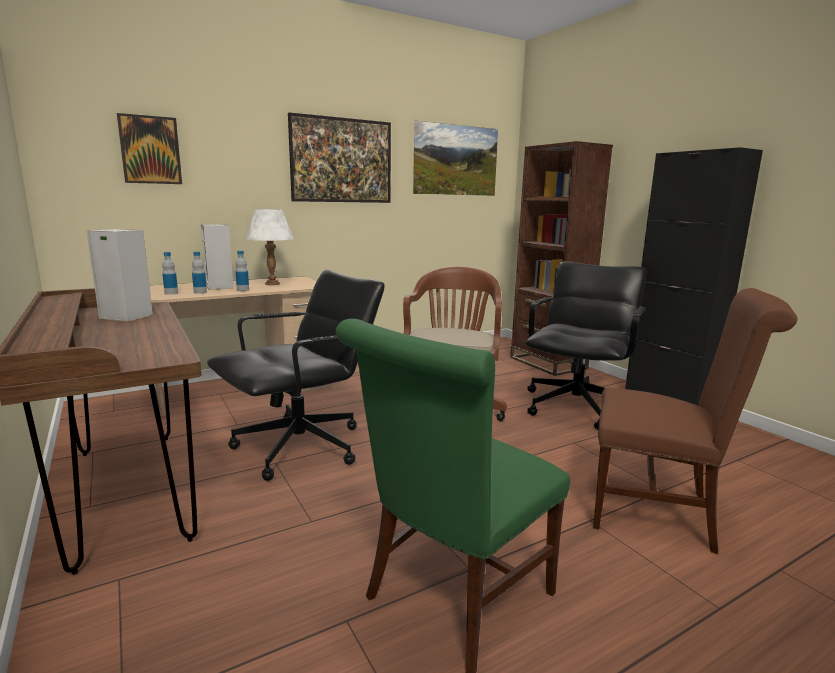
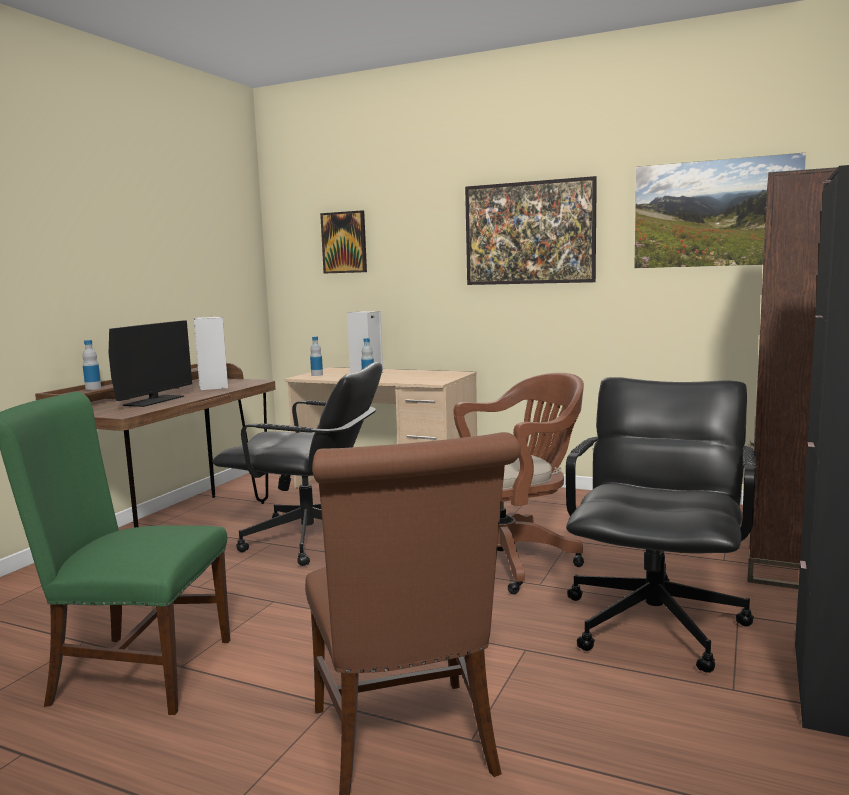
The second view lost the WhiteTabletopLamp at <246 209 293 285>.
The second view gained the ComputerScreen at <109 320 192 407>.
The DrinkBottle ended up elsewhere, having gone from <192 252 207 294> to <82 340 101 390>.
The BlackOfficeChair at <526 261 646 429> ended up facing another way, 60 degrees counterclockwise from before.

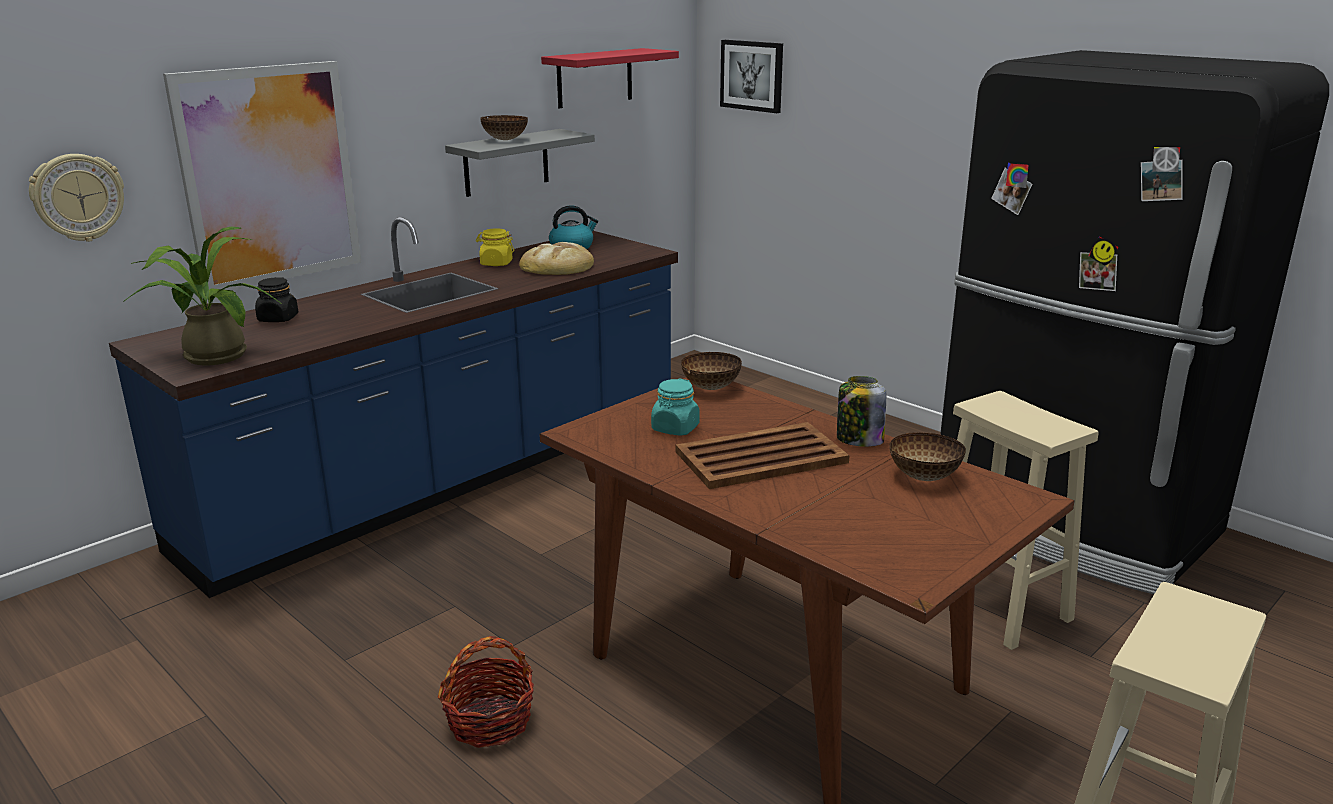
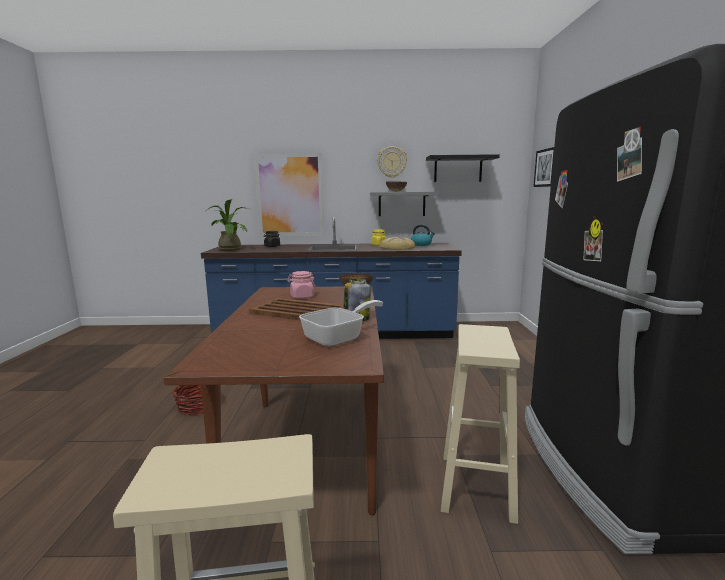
The WallClock ended up elsewhere, having gone from <29 154 124 242> to <377 146 407 178>.
Where the DeepDish stood at <889 432 966 481>, the FryingPan came to stand at <299 300 383 347>.
What was the RedBracketShelf at <541 48 679 108> turned into the BlackBracketShelf at <426 154 500 182>.
What was the TurquoiseJar at <651 379 700 436> turned into the PinkJar at <287 271 315 298>.

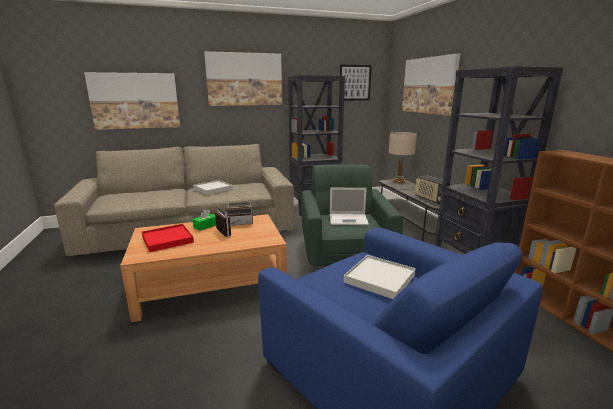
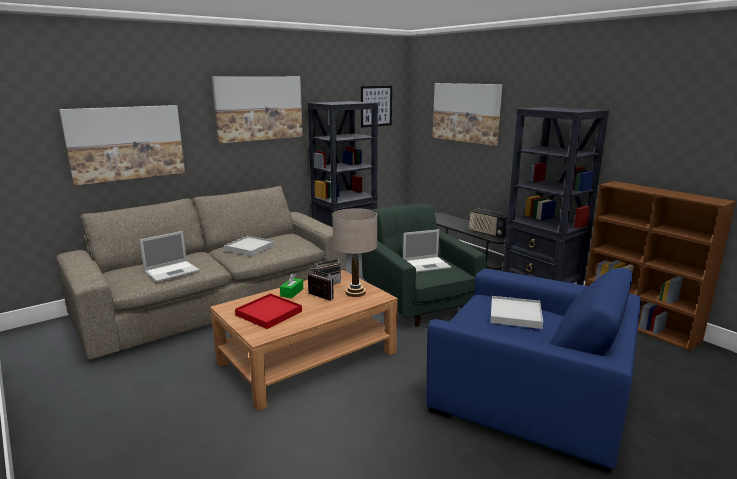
The second view gained the Laptop at <139 231 200 282>.
The BeigeTabletopLamp ended up elsewhere, having gone from <389 132 417 183> to <332 208 377 297>.

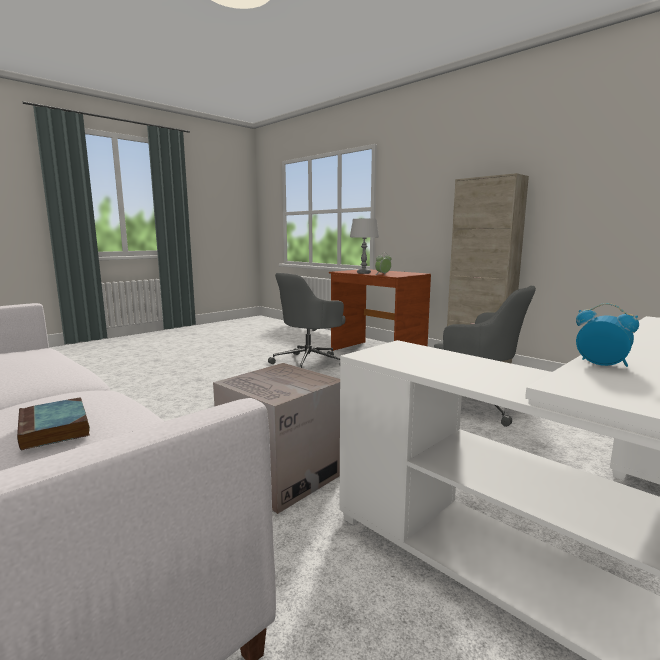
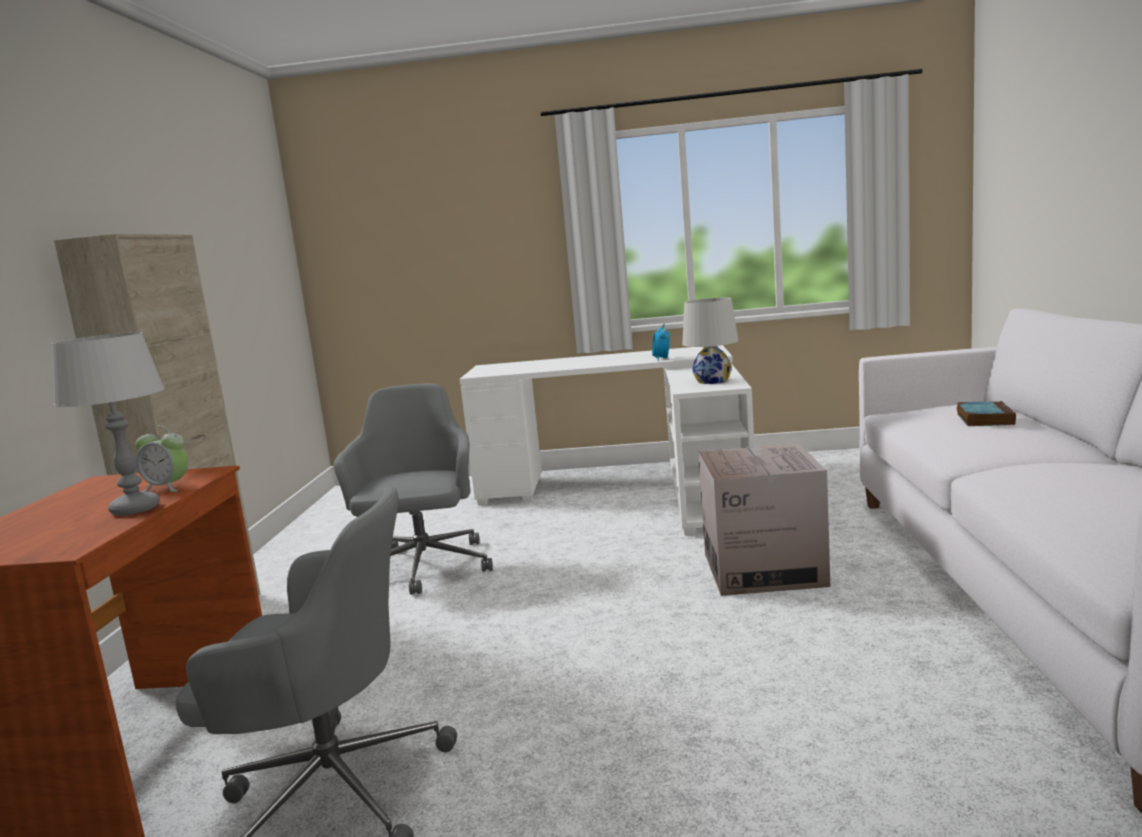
The second view gained the WhiteTabletopLamp at <682 298 739 384>.

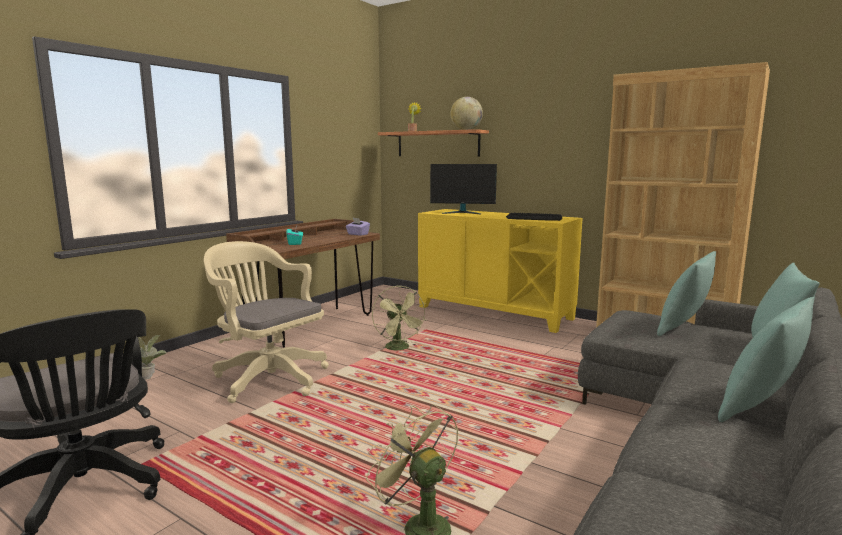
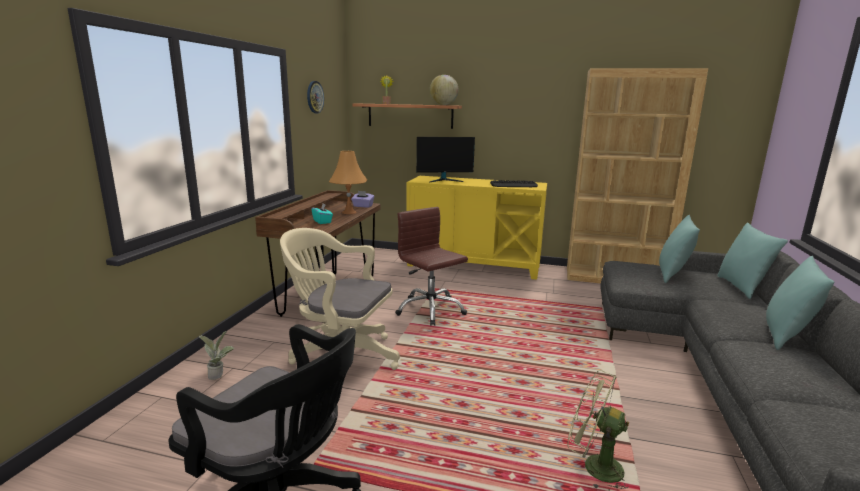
The second view gained the WallClock at <307 81 324 113>.
The second view gained the OrangeyTabletopLamp at <329 151 367 214>.
Where the GreenFan stood at <372 286 426 350>, the BrownColouredOfficeChair came to stand at <395 207 468 326>.

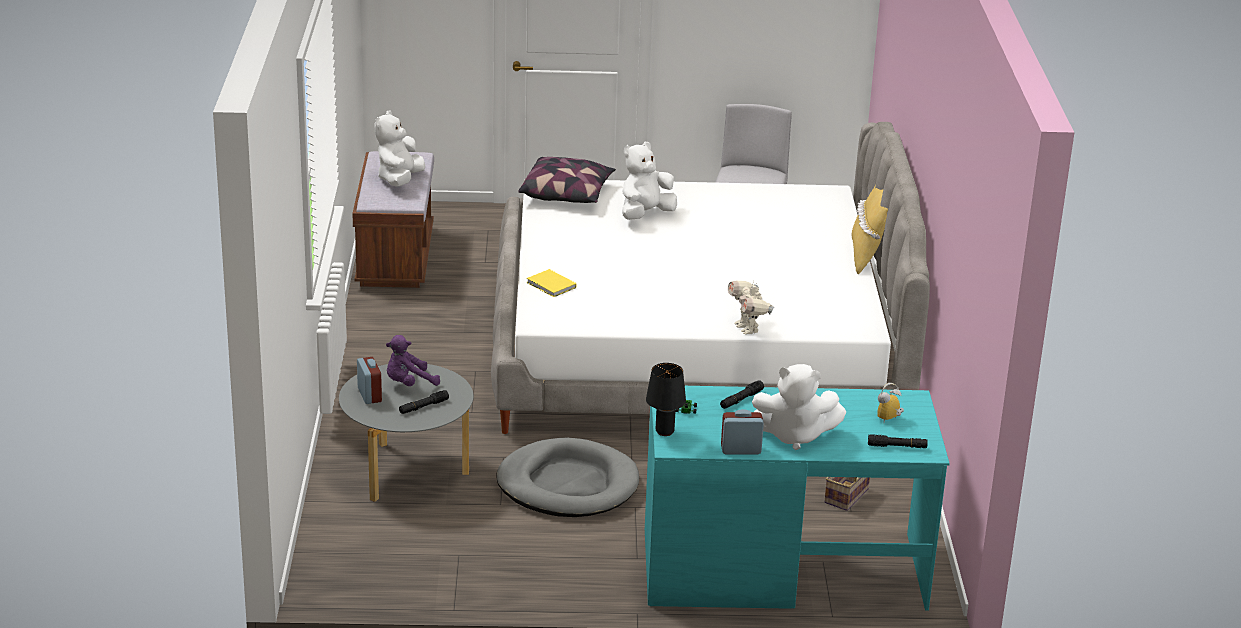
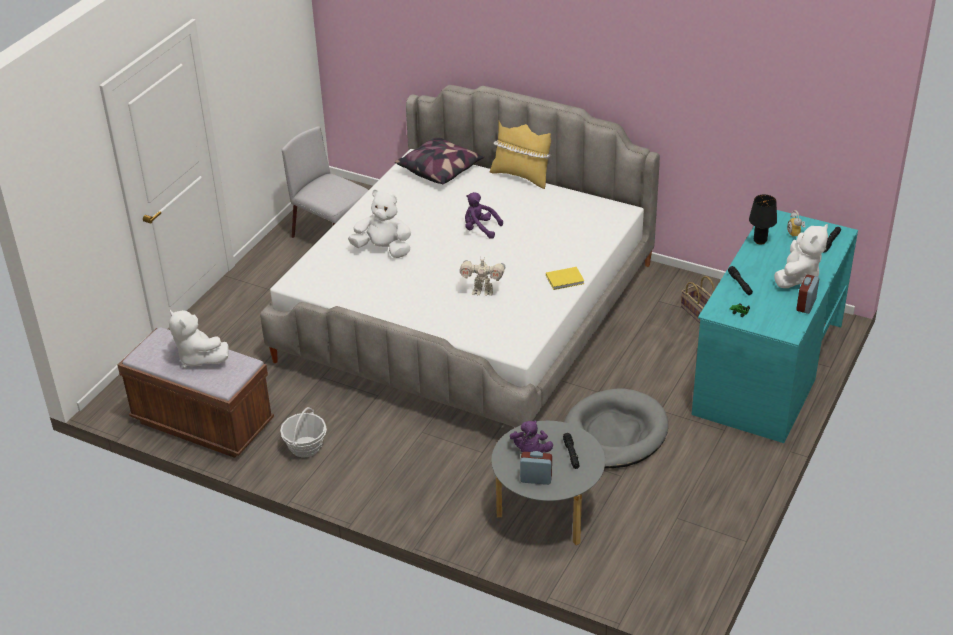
The second view gained the Basket at <280 407 327 458>.
The second view gained the PurpleCuddlyToy at <465 192 503 239>.
The Cushion ended up elsewhere, having gone from <518 157 616 203> to <395 138 484 184>.
The YellowColouredBook ended up elsewhere, having gone from <527 269 576 297> to <546 267 584 290>.
The BlackTabletopLamp ended up elsewhere, having gone from <646 363 686 436> to <749 195 777 244>.
The ModelRobot ended up elsewhere, having gone from <728 281 774 335> to <460 256 505 296>.
The WhiteCuddlyToy at <622 142 677 220> ended up facing another way, 120 degrees clockwise from before.

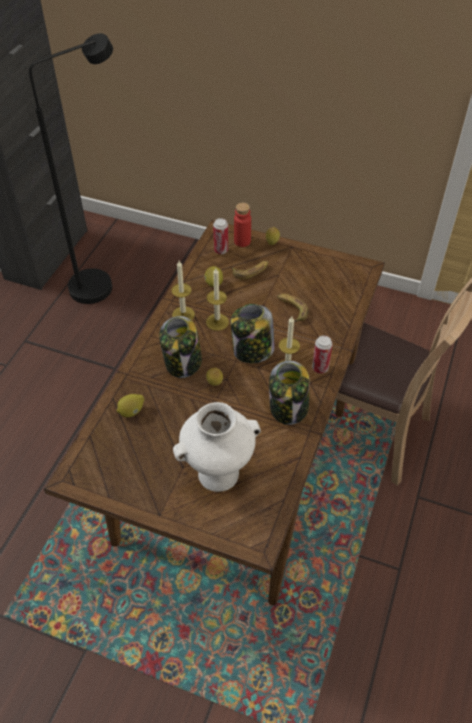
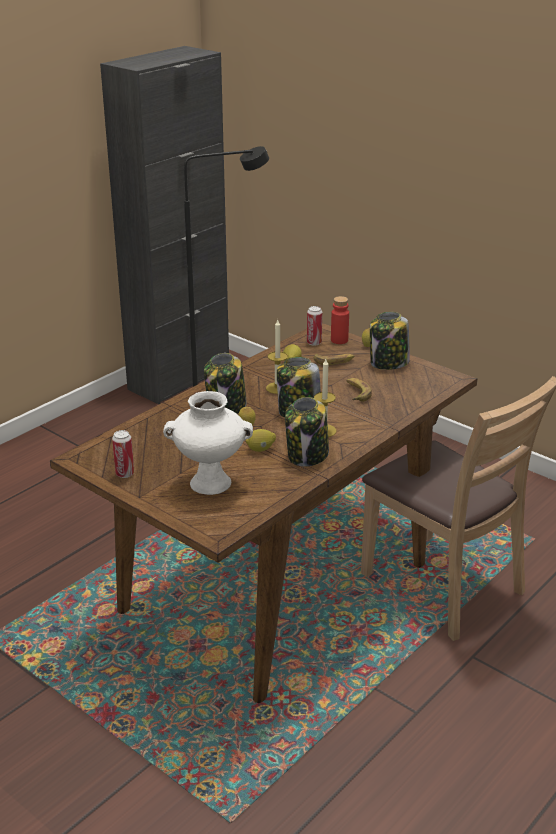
The second view lost the Candle at <172 261 195 320>.
The second view gained the Jar at <370 312 410 370>.
The Lemon ended up elsewhere, having gone from <117 394 144 417> to <246 429 276 452>.
The MetalCan ended up elsewhere, having gone from <312 335 333 374> to <112 430 134 478>.

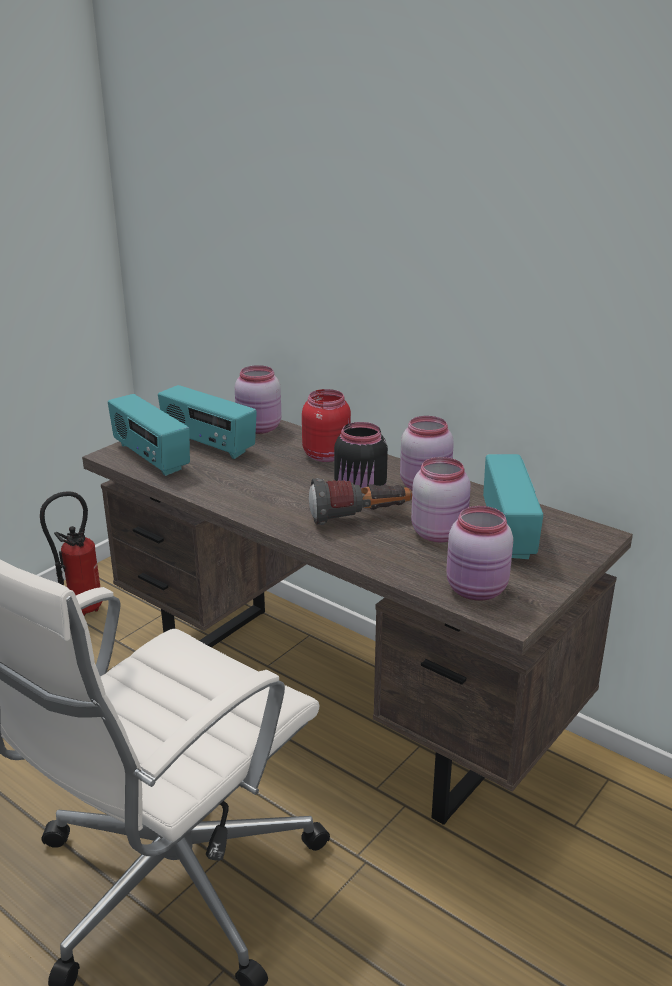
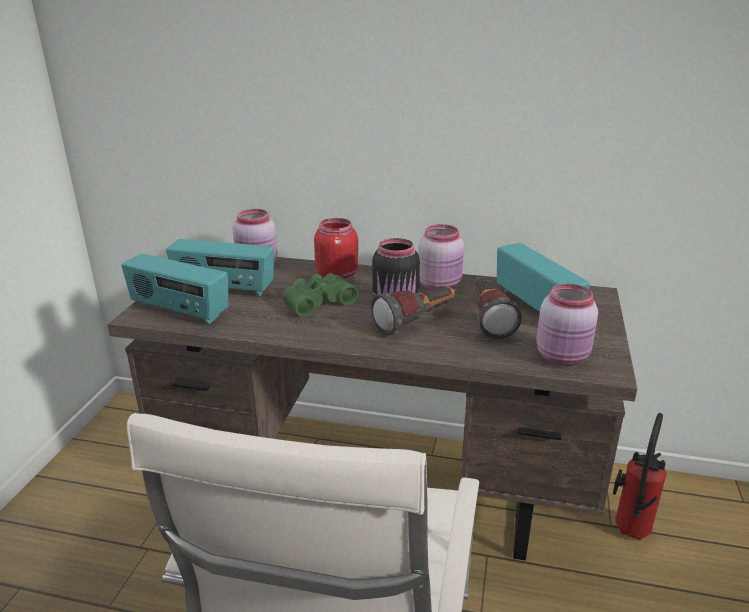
The second view gained the GreenPairOfBinoculars at <283 273 359 318>.
The FireFightingCylinder ended up elsewhere, having gone from <40 491 102 616> to <613 413 666 540>.
Where the PinkJar stood at <411 457 471 542>, the Flashlight came to stand at <476 277 522 339>.

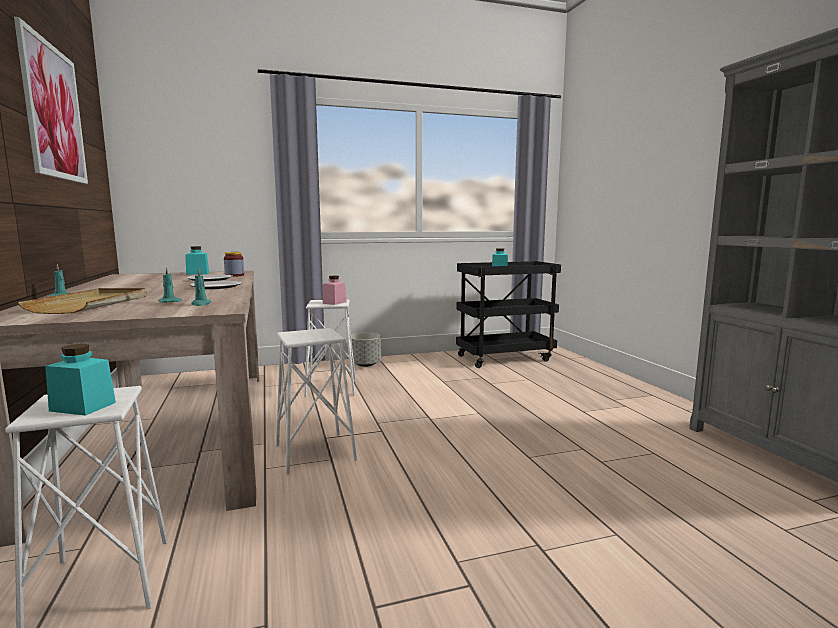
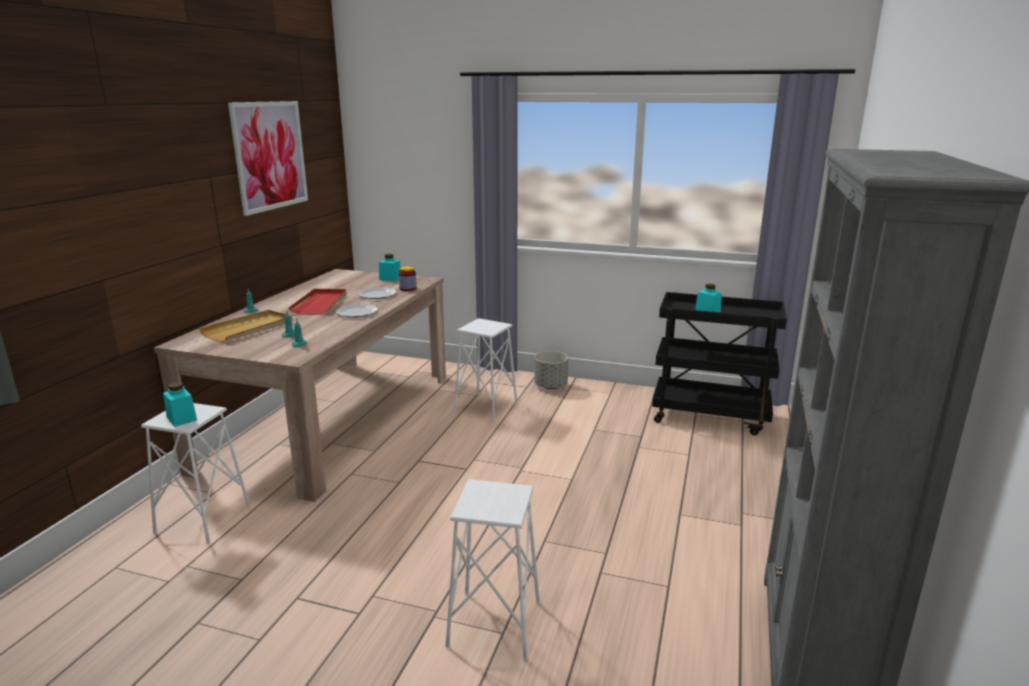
The second view lost the PinkJar at <323 276 347 305>.
The second view gained the RedTray at <289 289 346 315>.
The WhiteStool ended up elsewhere, having gone from <276 328 357 474> to <446 479 540 661>.

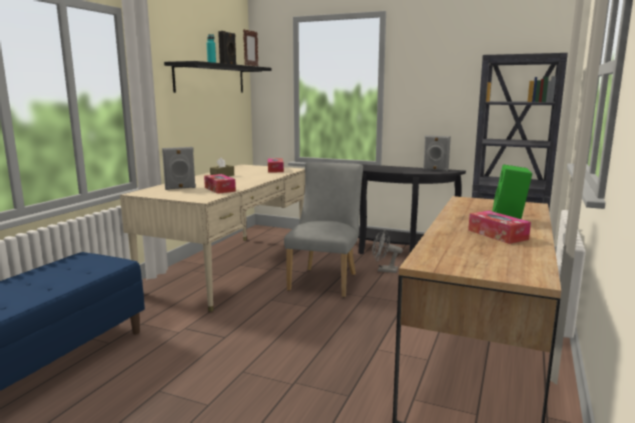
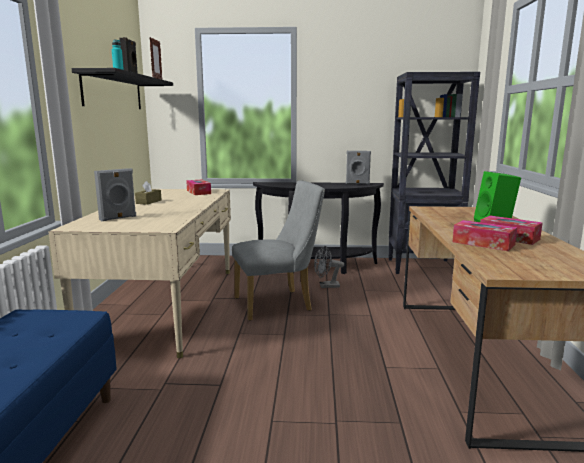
The TissueHolder ended up elsewhere, having gone from <204 174 236 194> to <453 220 517 251>.
The GreyishUprightChair at <284 162 363 297> ended up facing another way, 75 degrees clockwise from before.

